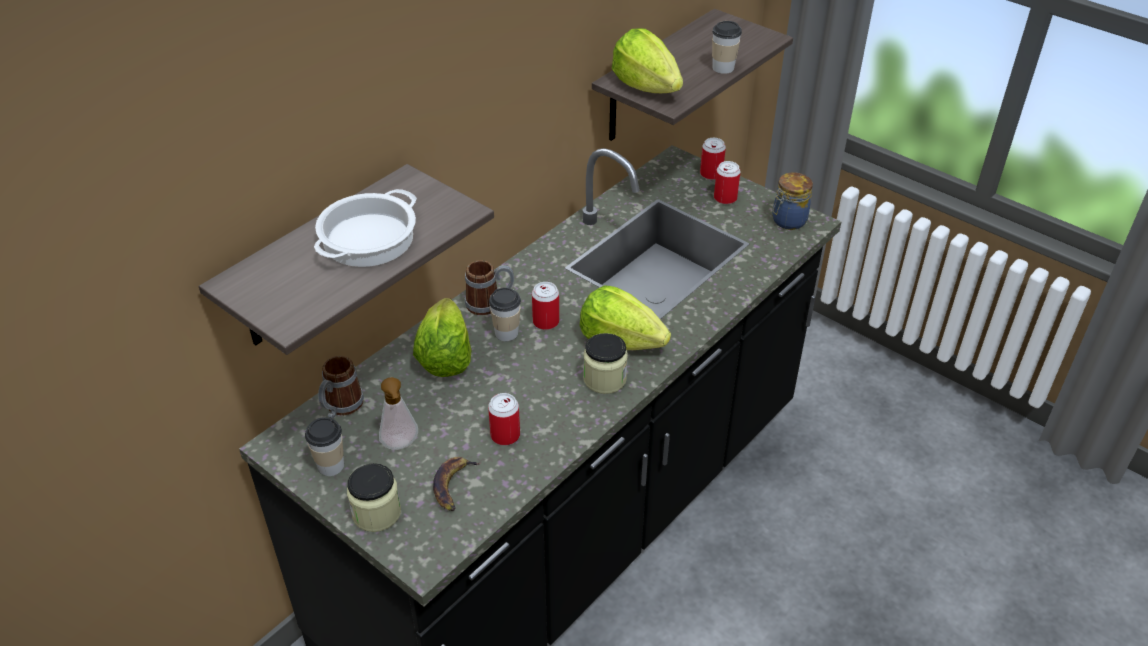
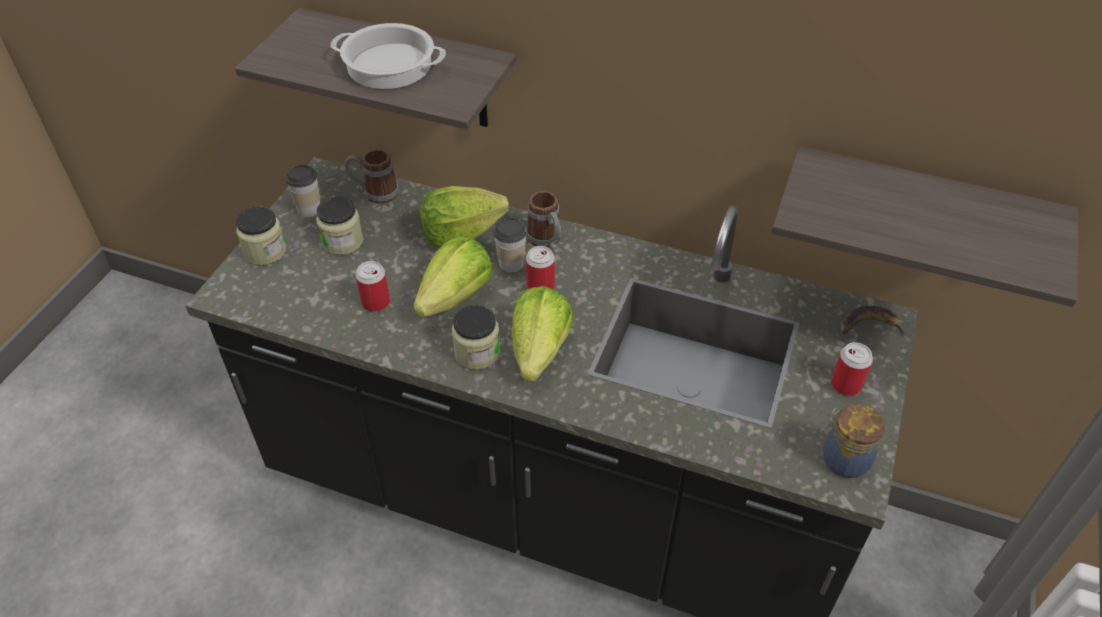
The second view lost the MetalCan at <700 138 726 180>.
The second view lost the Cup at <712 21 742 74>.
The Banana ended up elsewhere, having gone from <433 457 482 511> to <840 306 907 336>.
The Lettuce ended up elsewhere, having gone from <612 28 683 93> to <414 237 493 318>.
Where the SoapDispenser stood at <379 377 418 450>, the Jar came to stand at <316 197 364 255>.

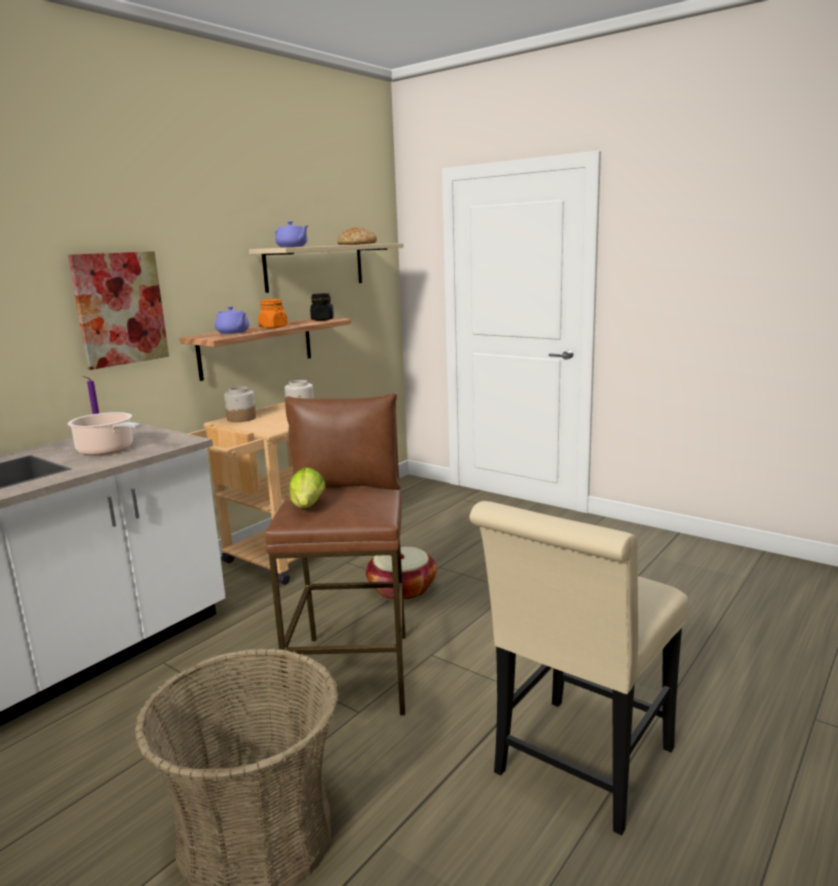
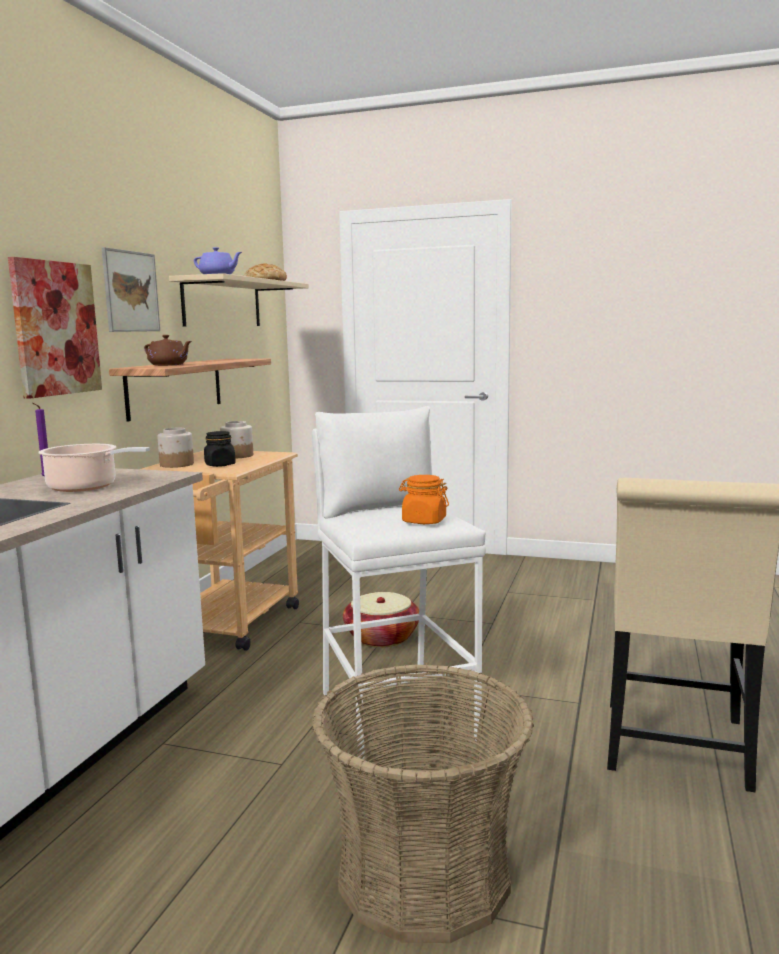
The second view lost the Lettuce at <289 467 325 508>.
The second view gained the WallArt at <102 247 160 332>.
The OrangeyJar ended up elsewhere, having gone from <258 299 288 328> to <399 475 449 524>.
The BlackJar ended up elsewhere, having gone from <310 293 334 321> to <204 431 236 467>.
What was the PurpleTeapot at <215 306 249 334> turned into the BrownColouredTeapot at <144 335 192 366>.
What was the BrownColouredStool at <264 393 406 718> turned into the WhiteStool at <312 406 486 759>.

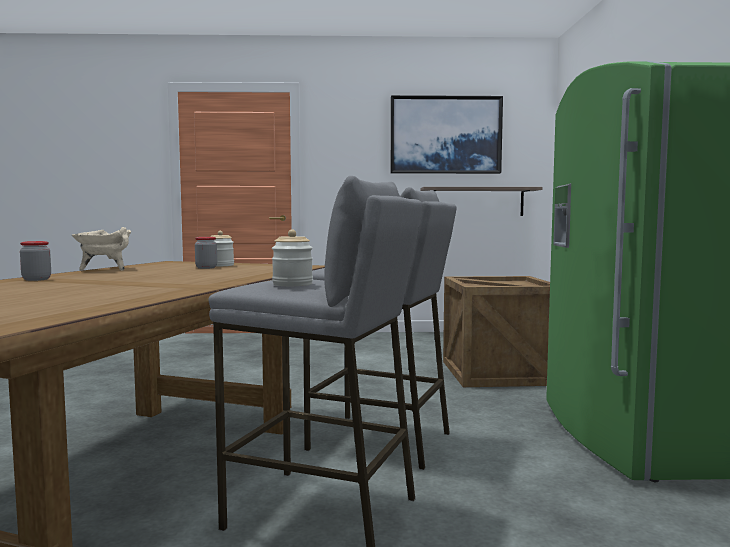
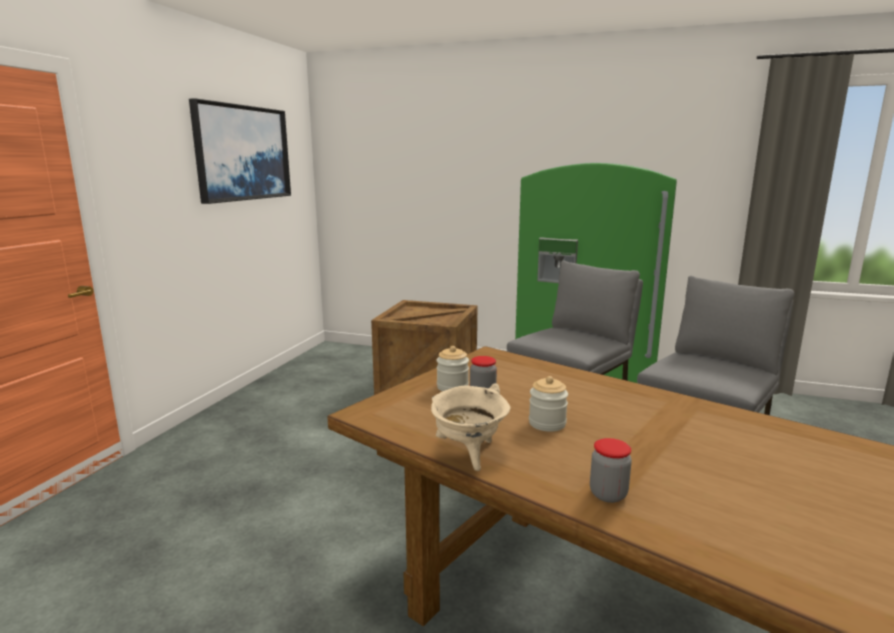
The second view lost the BracketShelf at <420 187 542 216>.
The Jar ended up elsewhere, having gone from <272 230 313 286> to <529 376 568 432>.

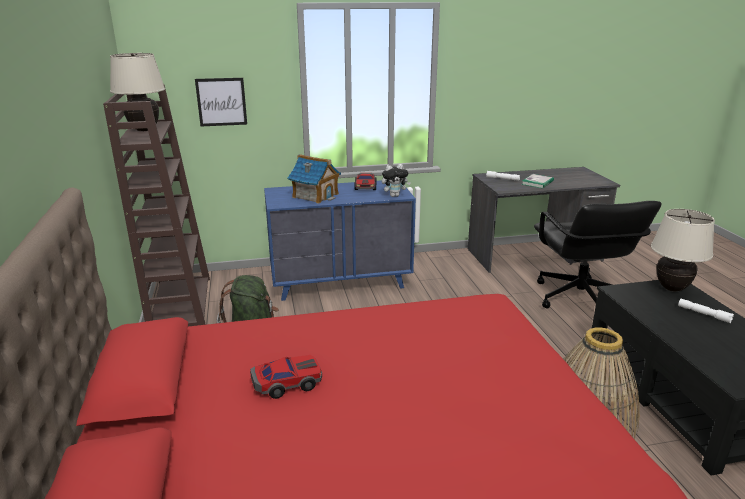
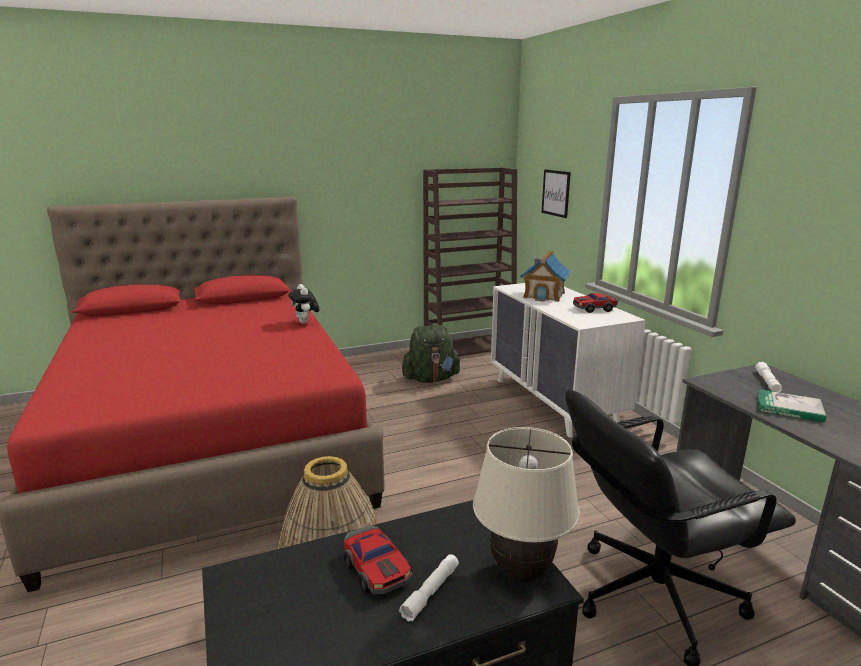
The second view lost the BeigeTabletopLamp at <110 53 165 131>.
The ModelCar ended up elsewhere, having gone from <250 355 322 399> to <343 525 412 595>.
The CuddlyToy ended up elsewhere, having gone from <382 164 411 197> to <289 284 320 324>.
What was the BluishChestOfDrawers at <264 180 416 301> turned into the WhiteChestOfDrawers at <491 283 646 438>.

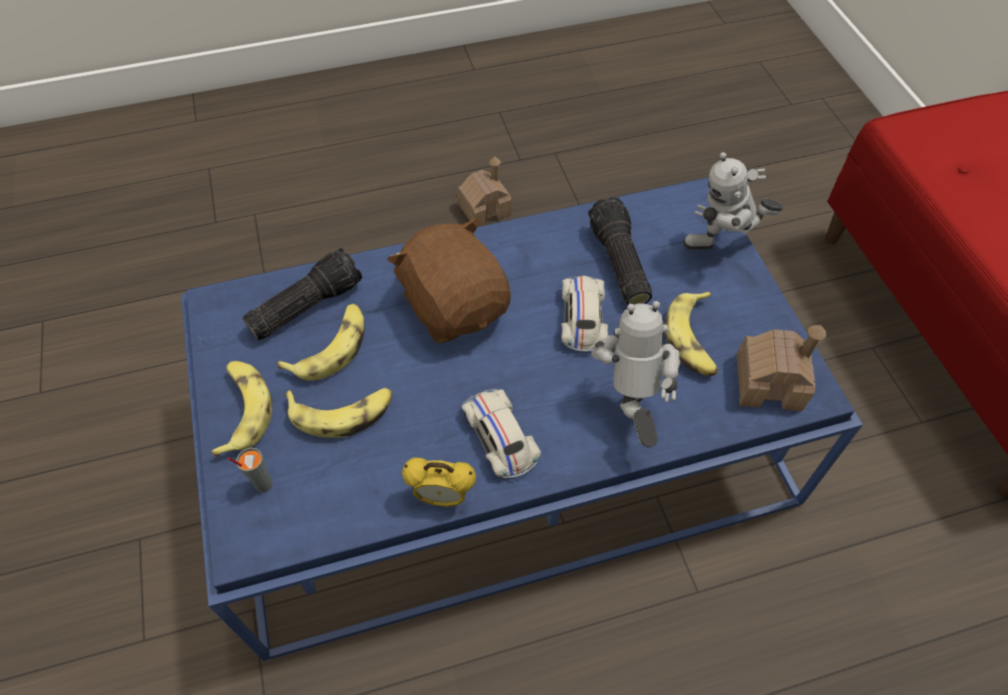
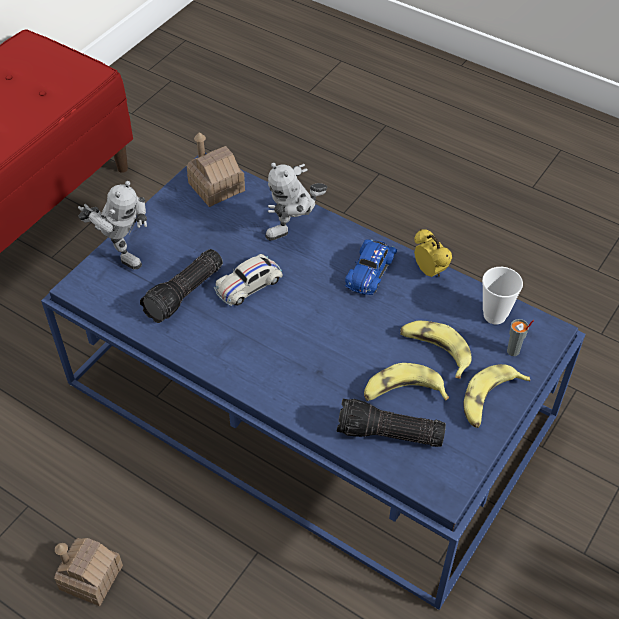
The second view lost the BrownColouredCuddlyToy at <387 218 511 343>.
The second view lost the Banana at <665 291 718 376>.
The second view gained the Cup at <482 267 523 325>.
What was the WhiteModelCar at <461 389 541 478> turned into the BluishModelCar at <345 239 397 295>.

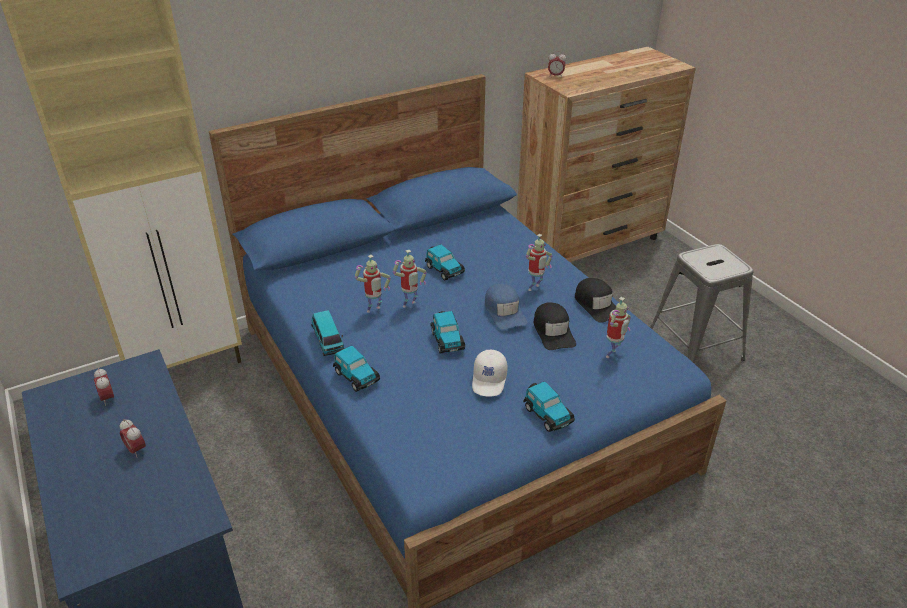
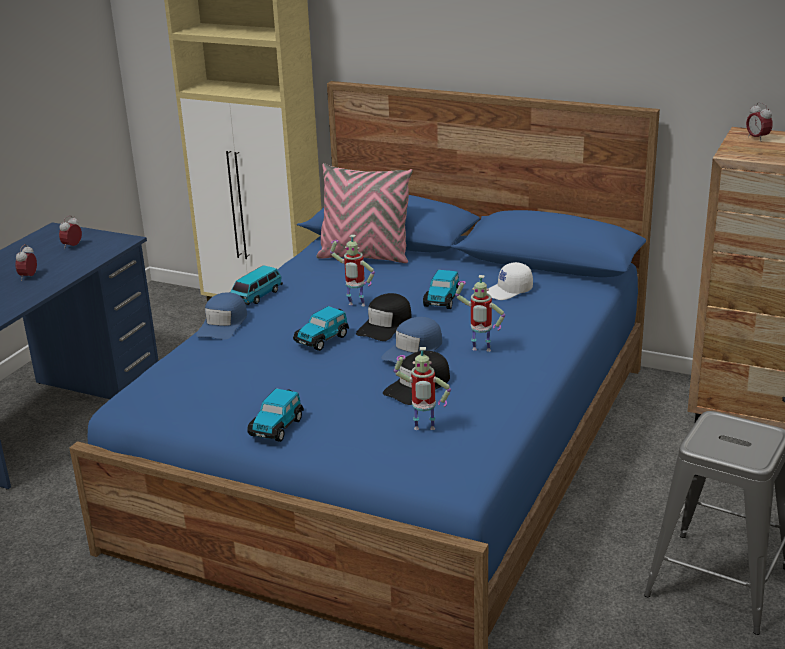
The second view lost the ModelRobot at <355 255 391 313>.
The second view gained the PinkCushion at <316 163 413 263>.
The WhiteCap ended up elsewhere, having gone from <472 350 507 397> to <487 262 533 300>.
The BlackCap ended up elsewhere, having gone from <575 278 616 323> to <356 293 412 341>.
Where the ModelCar stood at <333 345 380 392>, the BluishCap came to stand at <196 292 247 340>.

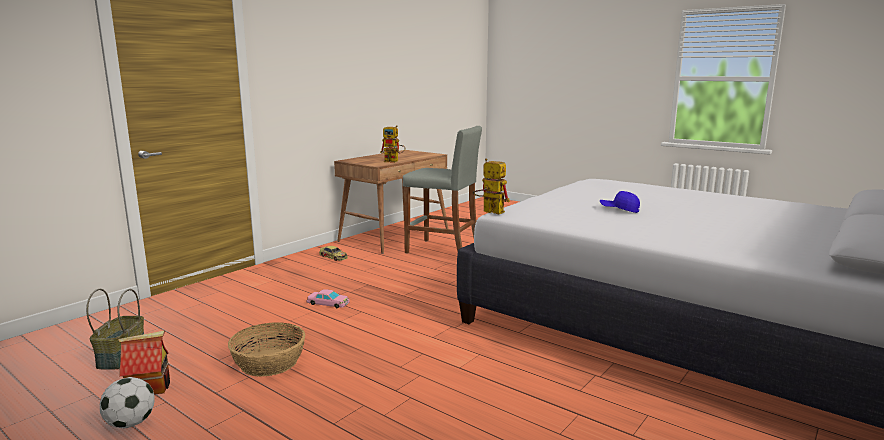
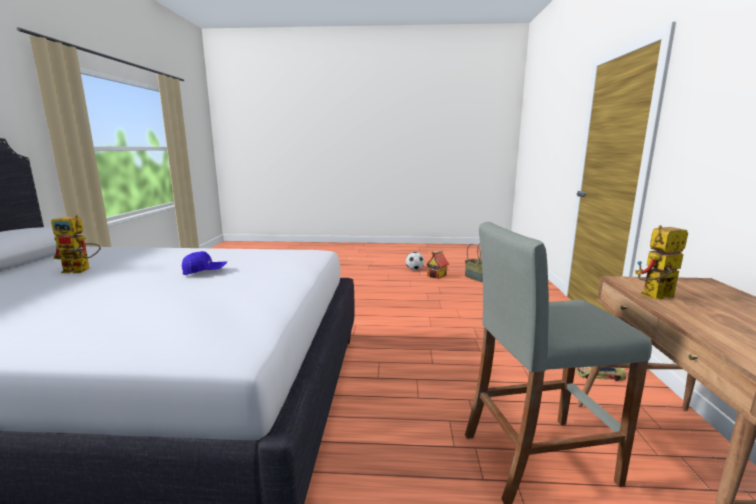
The second view lost the Basket at <228 322 306 377>.
The second view lost the PinkModelCar at <306 289 349 308>.
The ModelRobot ended up elsewhere, having gone from <472 158 510 214> to <51 215 101 273>.

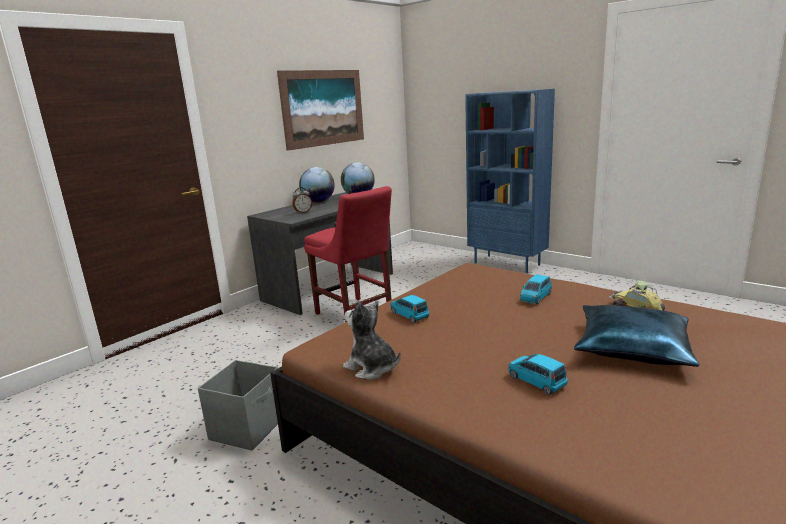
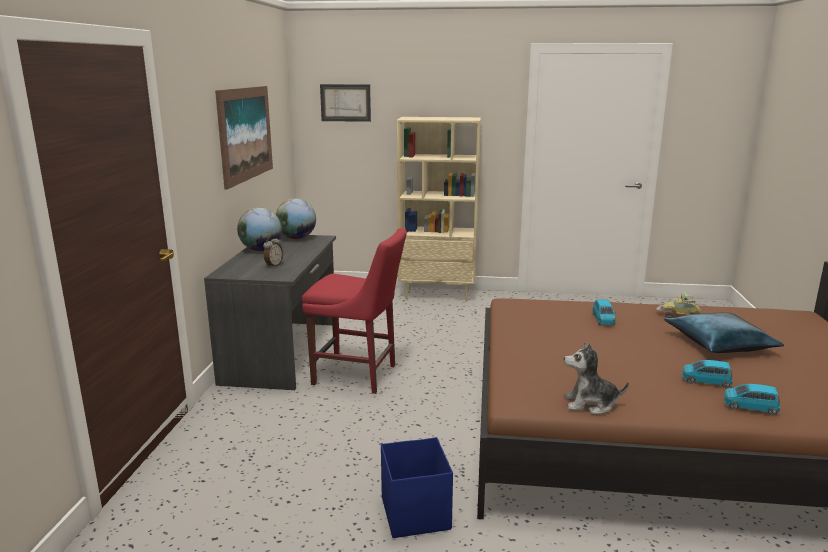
The second view gained the WallArt at <320 84 371 122>.
The BluishModelCar ended up elsewhere, having gone from <390 295 429 323> to <724 384 780 415>.
What was the GreyishStorageBox at <198 360 278 451> turned into the BluishStorageBox at <381 437 453 538>.
What was the BluishBookcase at <465 89 555 273> turned into the BeigeBookcase at <397 117 481 302>.

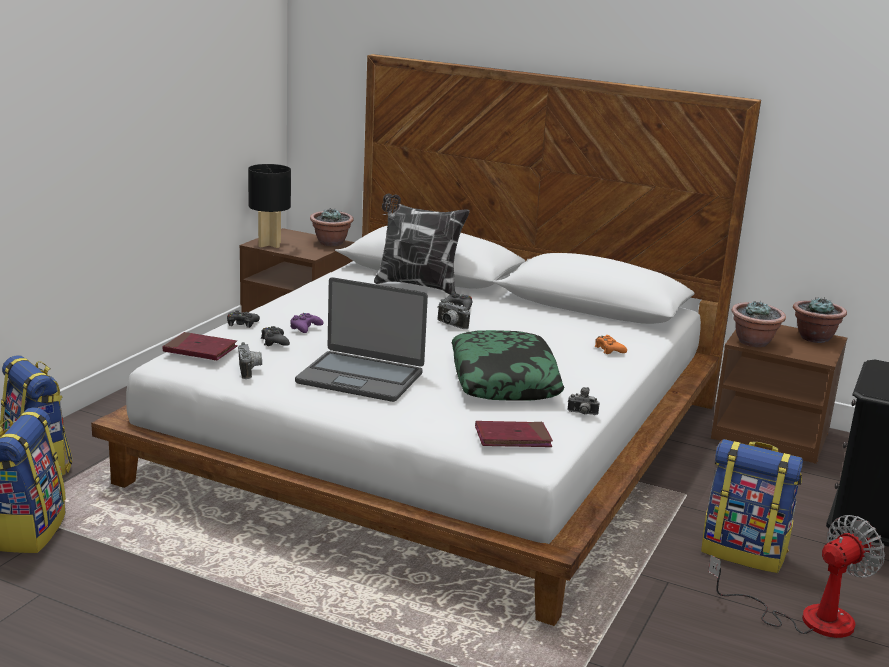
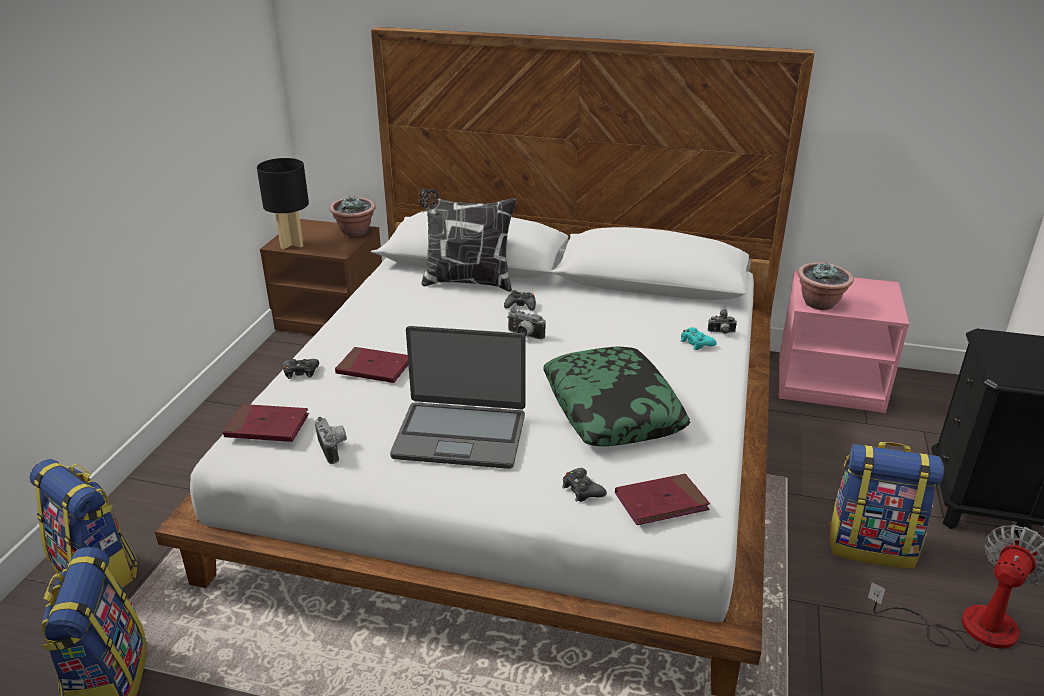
The second view lost the PlantInAPot at <793 297 847 343>.
The BlackGameController ended up elsewhere, having gone from <261 326 290 346> to <562 468 607 502>.
The StillCamera ended up elsewhere, having gone from <568 387 599 415> to <708 309 737 334>.
Where the PurpleGameController stood at <290 313 323 333>, the RedBook came to stand at <335 347 408 383>.
What was the OrangeyGameController at <594 335 627 354> turned into the TurquoiseGameController at <681 327 717 350>.
What was the BrownColouredBedsideTable at <711 325 847 464> turned into the PinkBedsideTable at <779 271 909 413>.

